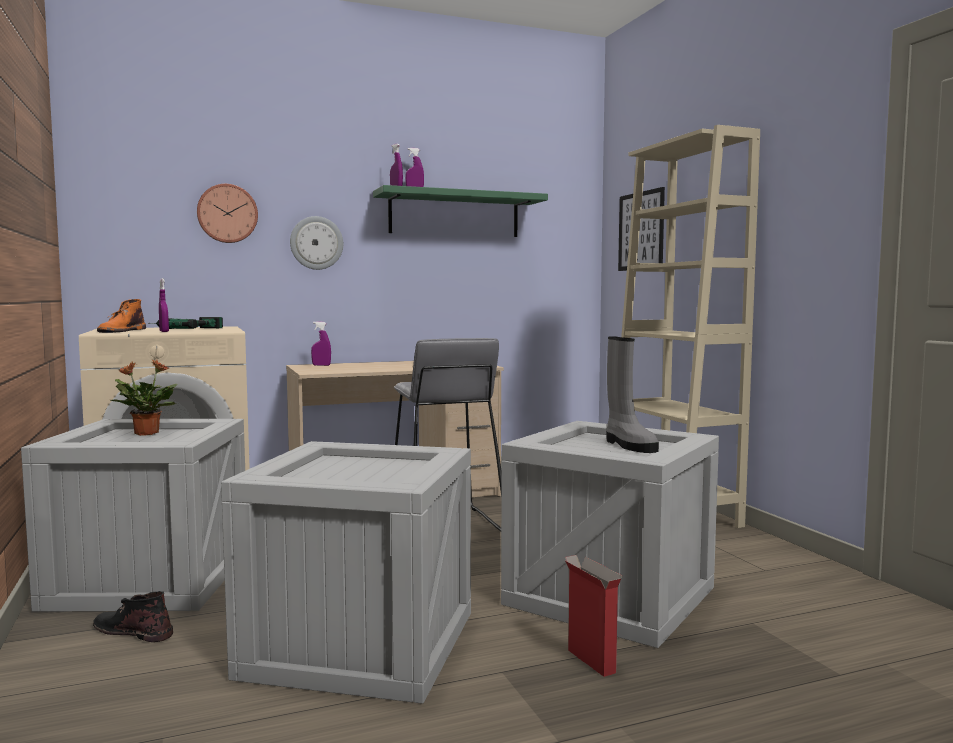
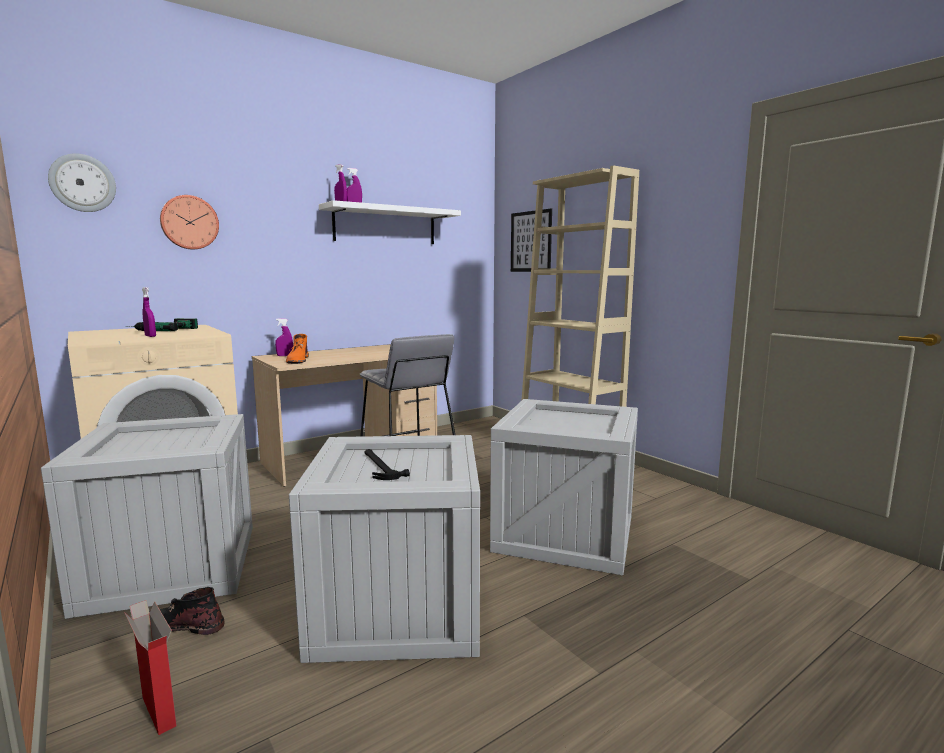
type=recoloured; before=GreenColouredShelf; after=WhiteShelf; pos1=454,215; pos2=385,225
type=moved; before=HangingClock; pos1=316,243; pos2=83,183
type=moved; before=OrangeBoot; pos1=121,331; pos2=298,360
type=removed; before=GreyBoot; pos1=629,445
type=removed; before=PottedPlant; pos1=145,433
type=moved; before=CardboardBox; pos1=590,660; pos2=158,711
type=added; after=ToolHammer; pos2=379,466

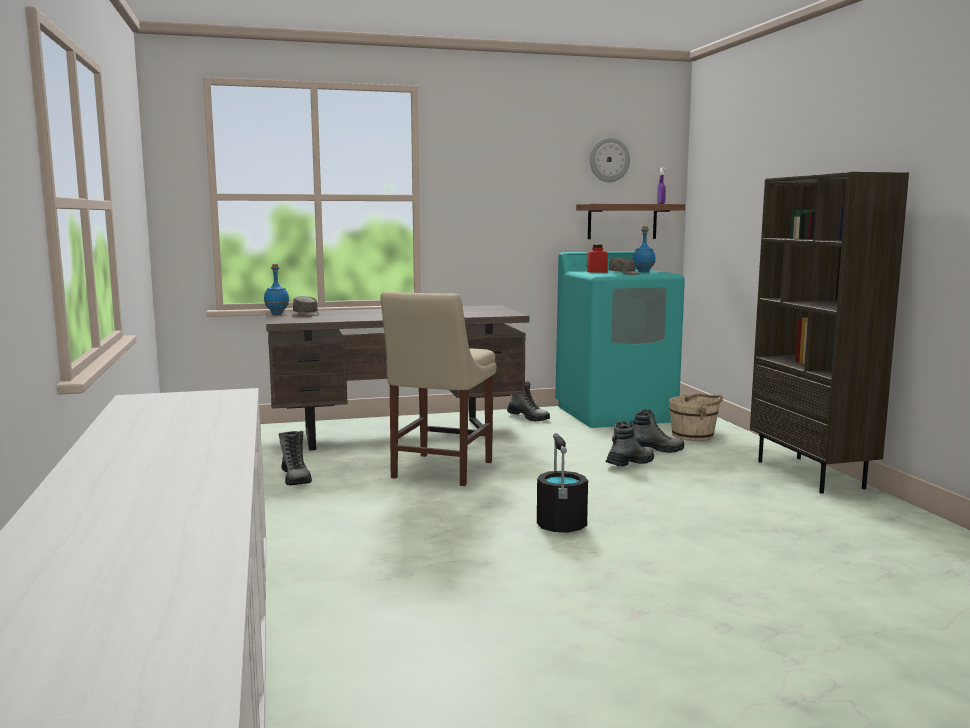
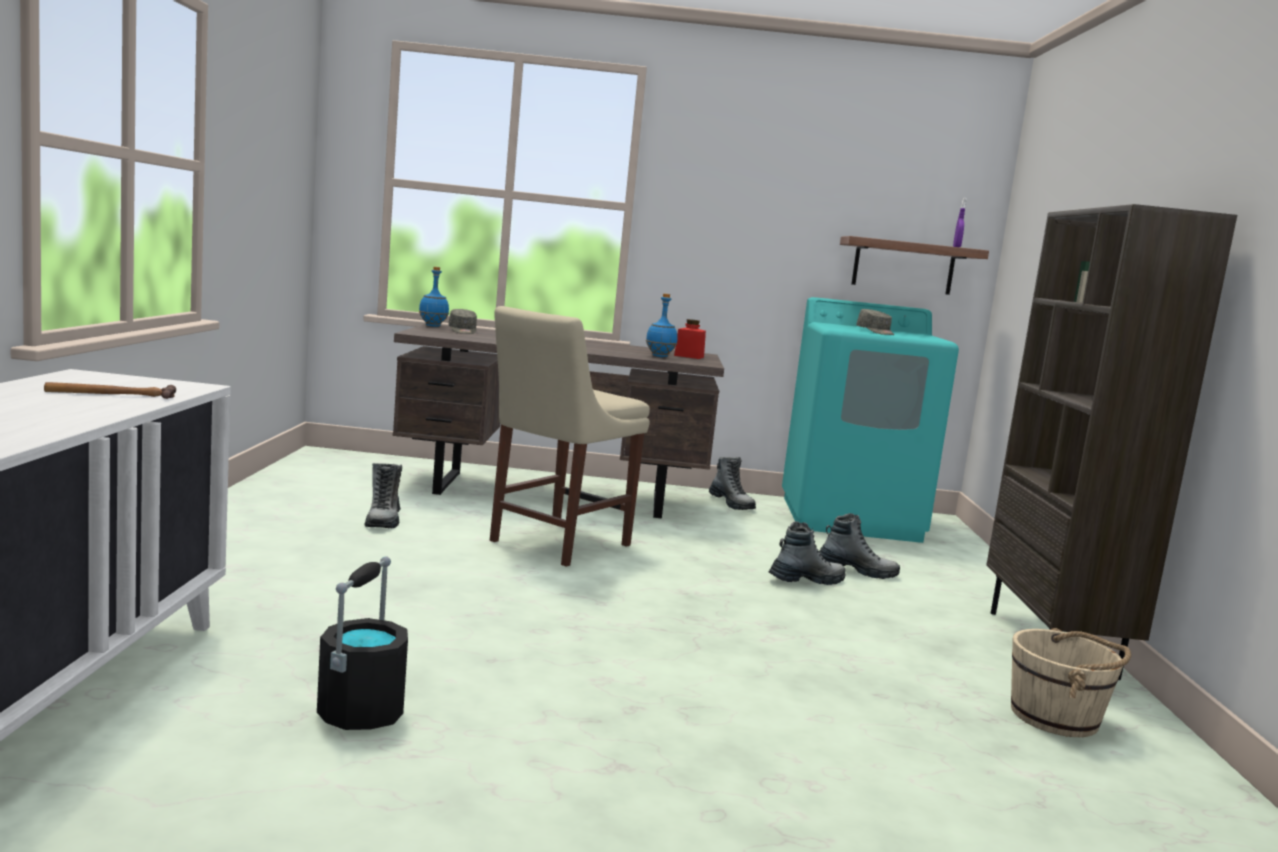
type=removed; before=HangingClock; pos1=609,160
type=moved; before=BlueBottle; pos1=643,272; pos2=659,356
type=moved; before=ReddishStorageJar; pos1=597,272; pos2=689,356
type=moved; before=SandColouredPail; pos1=693,435; pos2=1056,717
type=moved; before=BlackishPail; pos1=561,525; pos2=361,712
type=added; after=ToolHammer; pos2=111,394

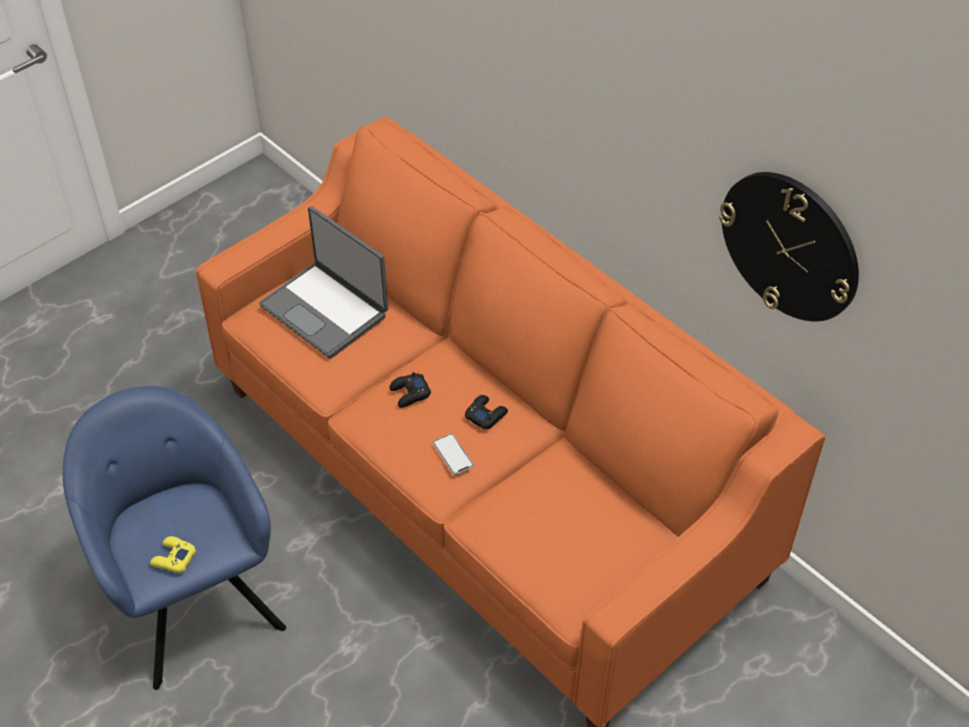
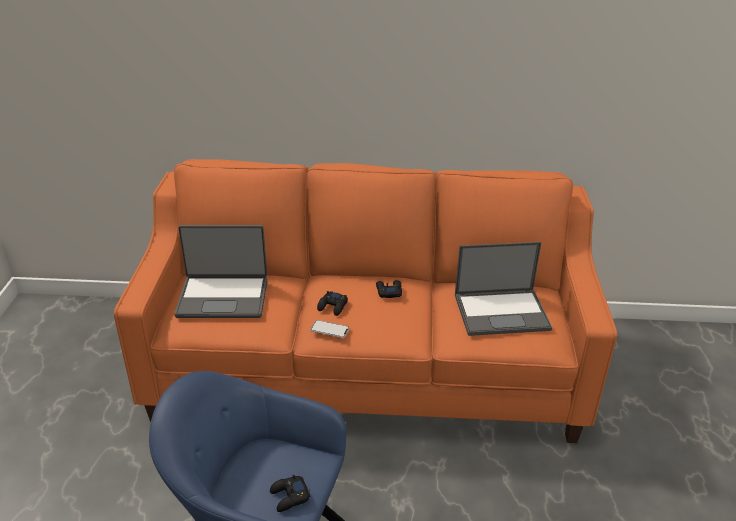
type=removed; before=HangingClock; pos1=790,246
type=moved; before=Phone; pos1=453,455; pos2=330,329
type=recoloured; before=YellowishGamepad; after=BlackishGamepad; pos1=173,558; pos2=289,497
type=added; after=NotebookComputer; pos2=502,312

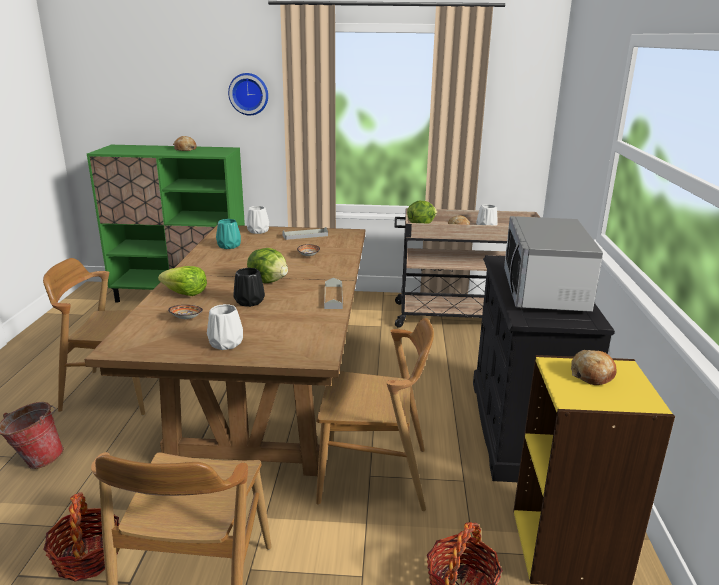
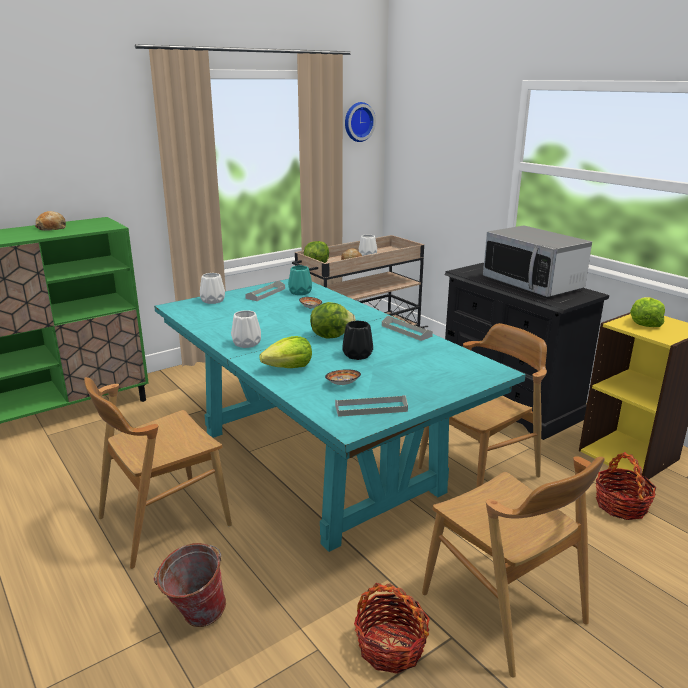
type=moved; before=HangingClock; pos1=249,94; pos2=358,122
type=moved; before=TurquoiseFlowerVase; pos1=229,246; pos2=300,292
type=recoloured; before=BrownColouredDinnerTable; after=TurquoiseDinnerTable; pos1=267,400; pos2=319,461
type=moved; before=WhiteFlowerVase; pos1=225,343; pos2=246,343
type=replaced; before=Bread; after=Lettuce; pos1=592,375; pos2=644,323
type=added; after=GreyCarryingTray; pos2=371,408

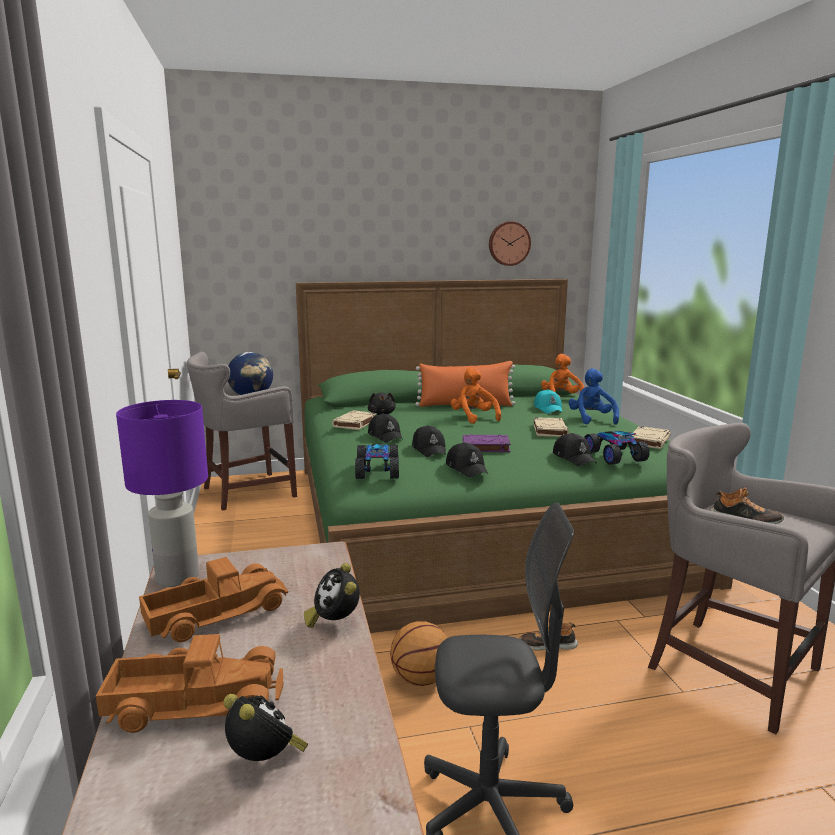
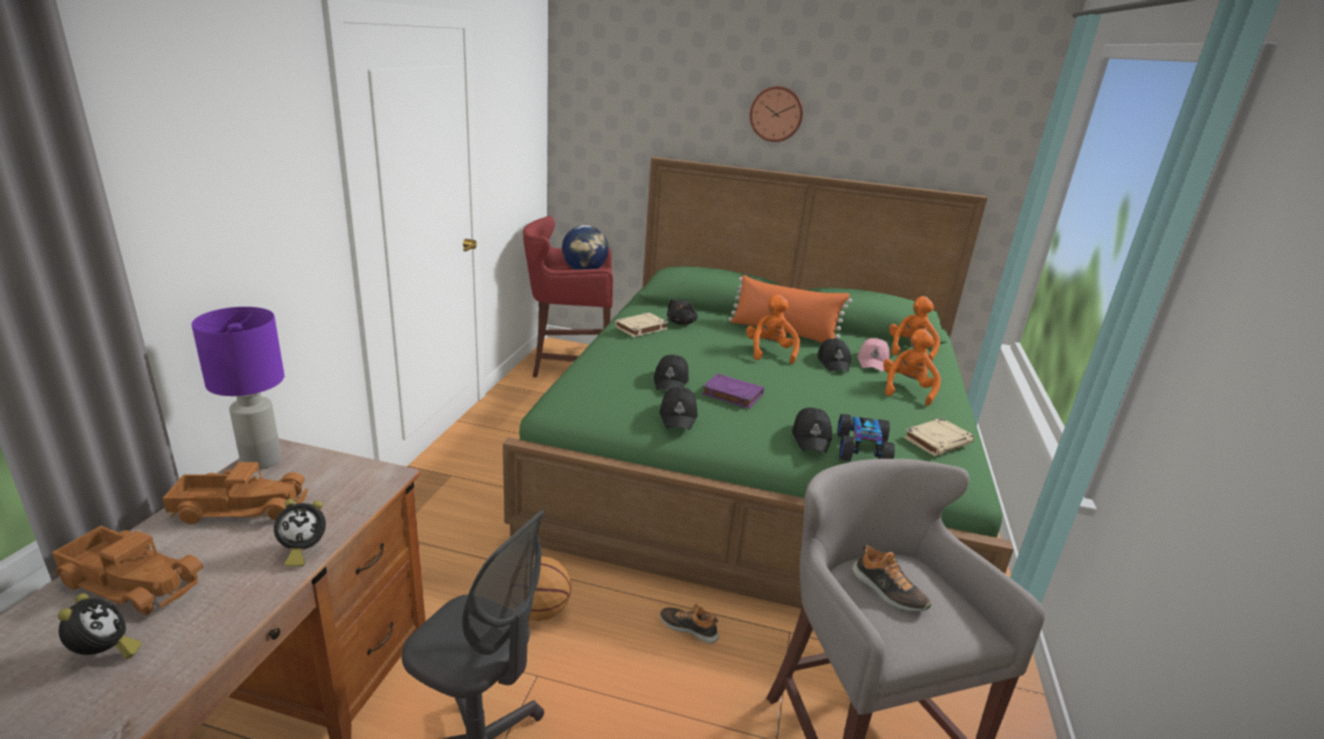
type=moved; before=HangingClock; pos1=508,243; pos2=776,114
type=recoloured; before=GreyStoolSeat; after=ReddishStoolSeat; pos1=246,492; pos2=568,363
type=recoloured; before=BluePlushToy; after=OrangePlushToy; pos1=591,419; pos2=907,390
type=recoloured; before=TurquoiseBaseballCap; after=PinkishBaseballCap; pos1=548,408; pos2=873,361
type=moved; before=BlackishBaseballCap; pos1=385,435; pos2=834,362
type=removed; before=SandColouredVolume; pos1=549,430
type=removed; before=MiniatureCar; pos1=378,471
type=turned; before=AlarmClock; pos1=334,622; pos2=302,551; turn=-120

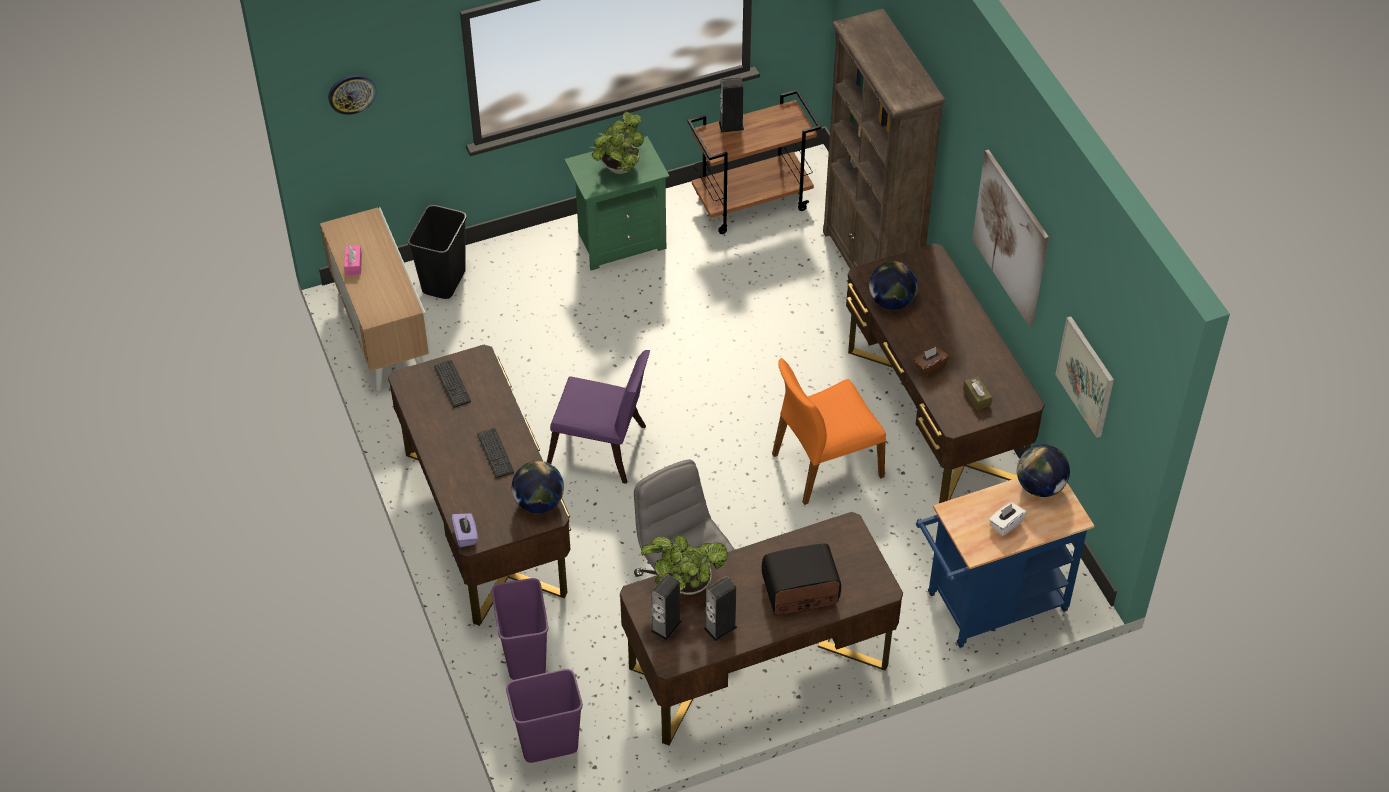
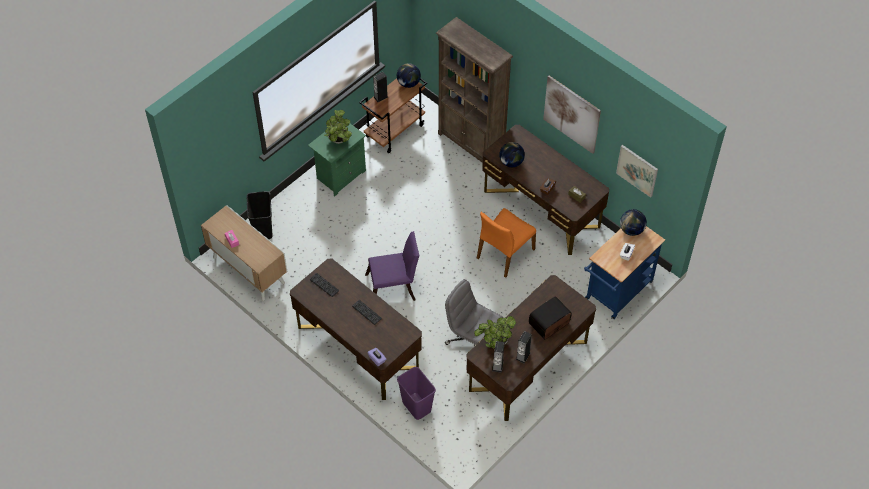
type=removed; before=HangingClock; pos1=351,93
type=moved; before=DeskGlobe; pos1=539,502; pos2=408,83
type=removed; before=PurpleColouredTrashCan; pos1=549,743

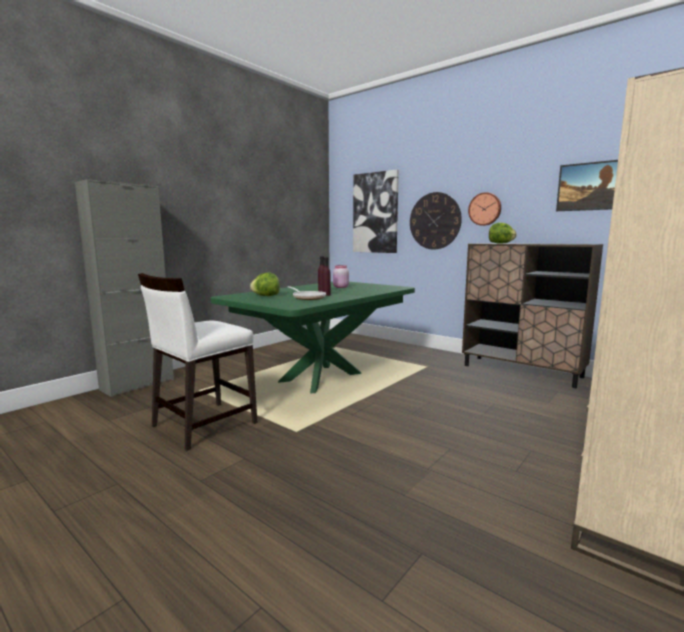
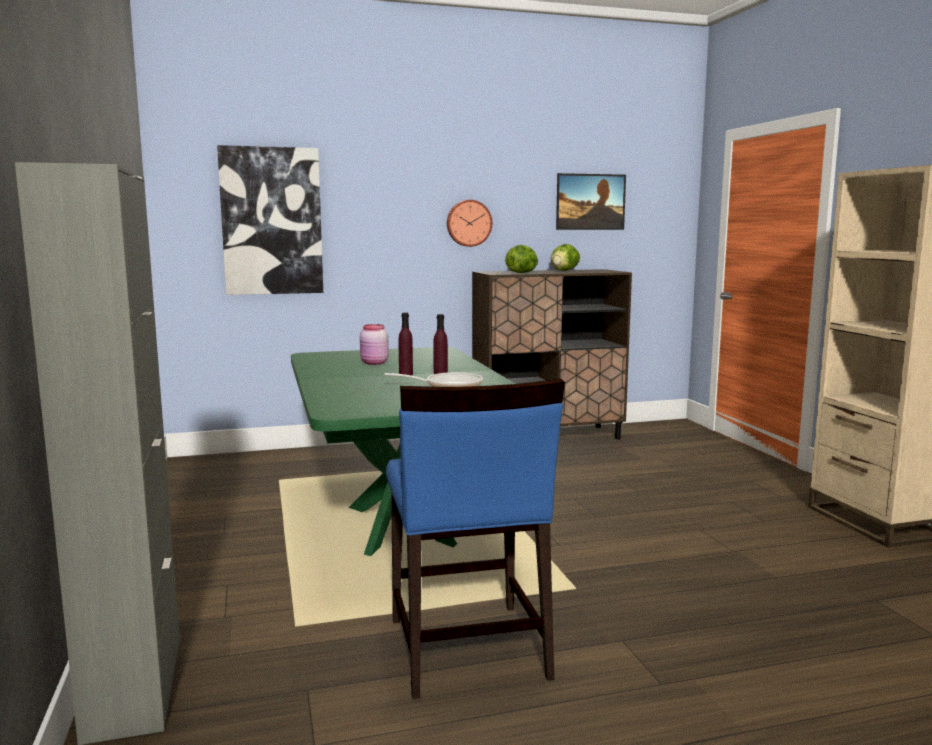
type=removed; before=HangingClock; pos1=435,221
type=recoloured; before=WhitePlainChair; after=BluePlainChair; pos1=203,424; pos2=466,649
type=moved; before=Lettuce; pos1=266,296; pos2=564,270

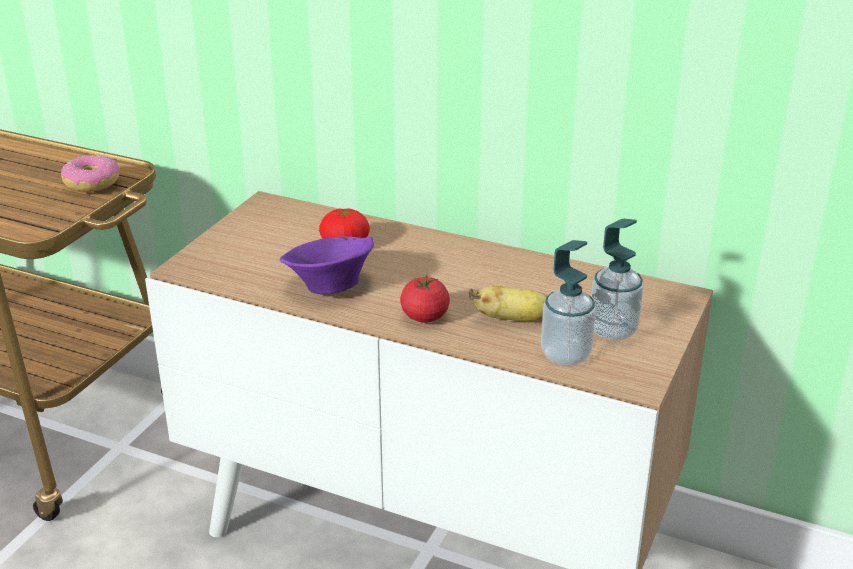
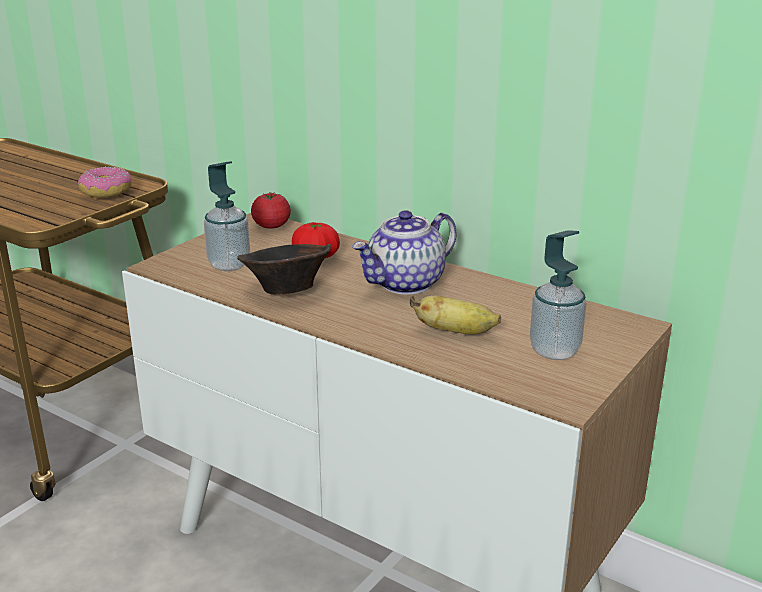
type=recoloured; before=PurpleColouredServingBowl; after=BrownColouredServingBowl; pos1=329,287; pos2=285,291
type=moved; before=SoapDispenser; pos1=565,355; pos2=229,265
type=moved; before=Tomato; pos1=425,317; pos2=271,226
type=added; after=PotForTea; pos2=406,284

